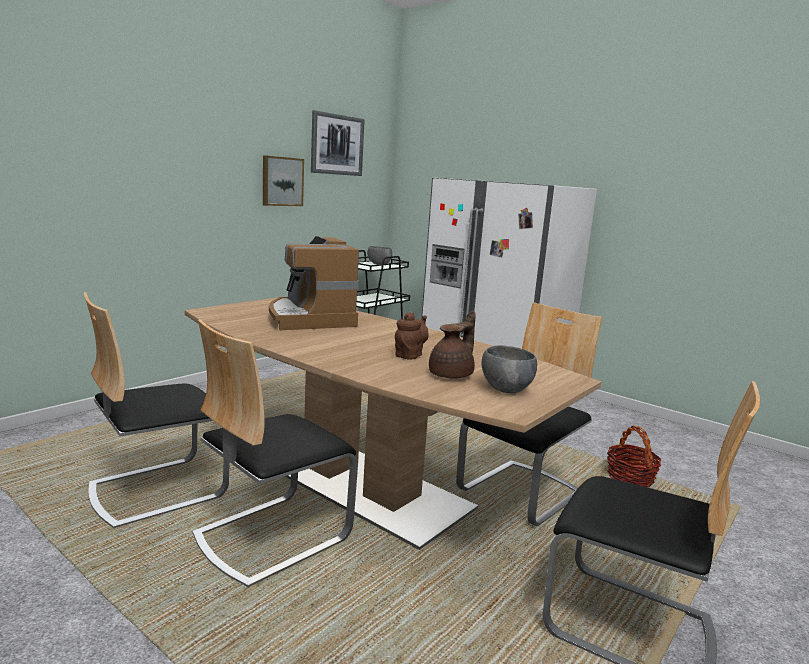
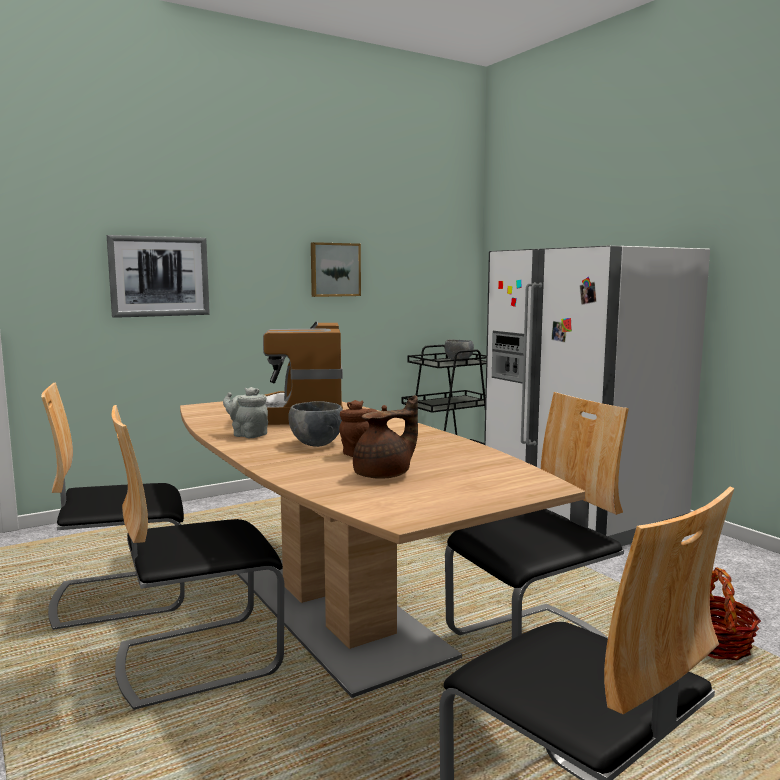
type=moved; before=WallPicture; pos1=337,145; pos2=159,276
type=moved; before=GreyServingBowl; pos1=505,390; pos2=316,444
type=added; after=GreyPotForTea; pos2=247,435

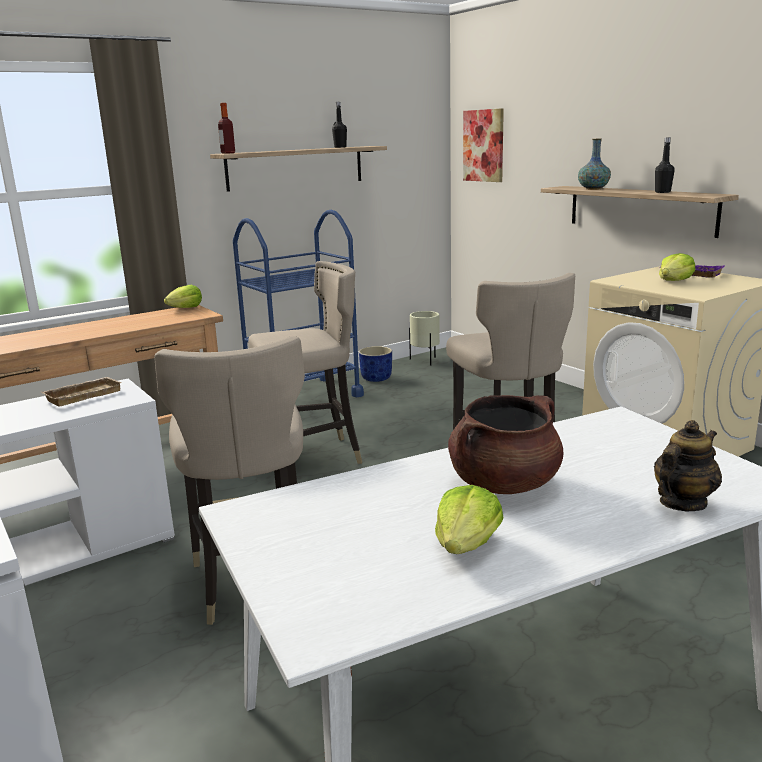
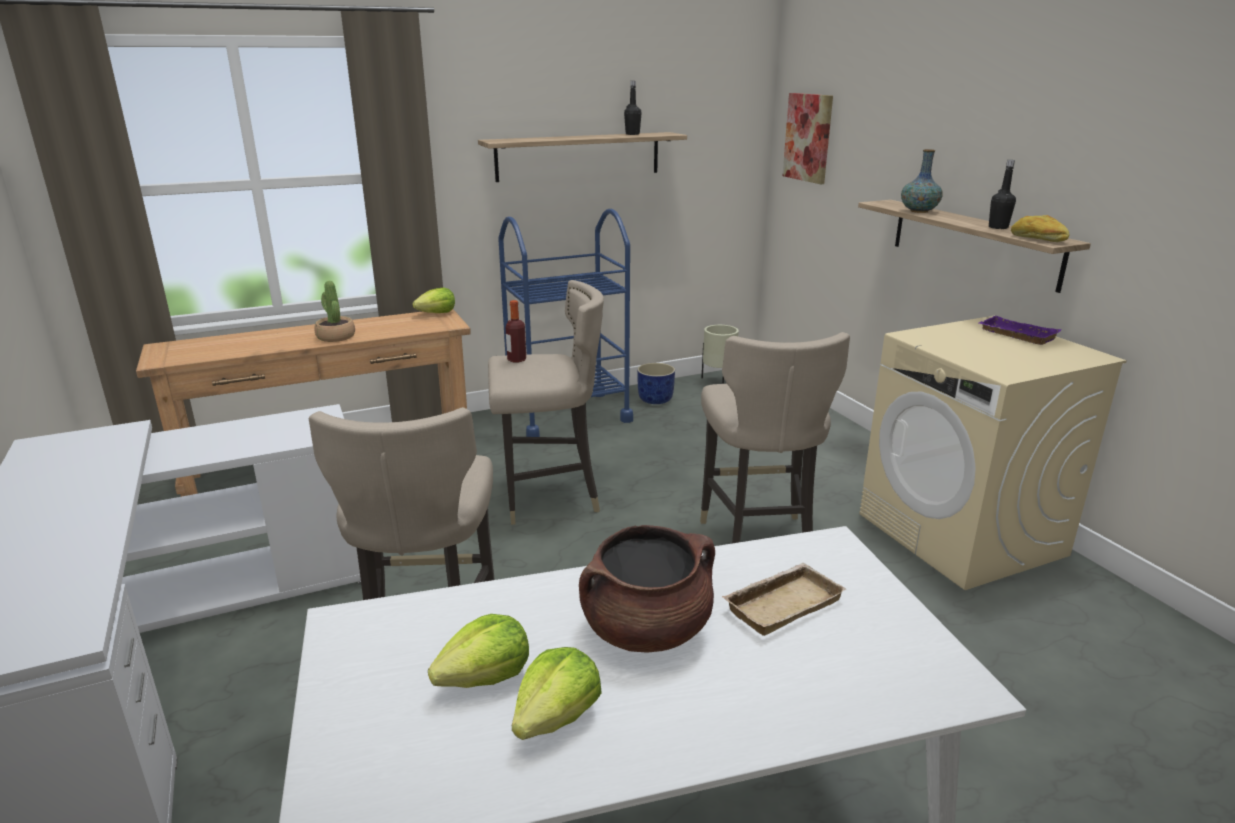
type=moved; before=Bottle; pos1=228,153; pos2=516,359
type=moved; before=Lettuce; pos1=674,281; pos2=486,677
type=moved; before=SandColouredCarryingTray; pos1=83,395; pos2=782,603
type=removed; before=PotForTea; pos1=682,502
type=added; after=Bread; pos2=1038,239
type=added; after=PottedPlant; pos2=335,337

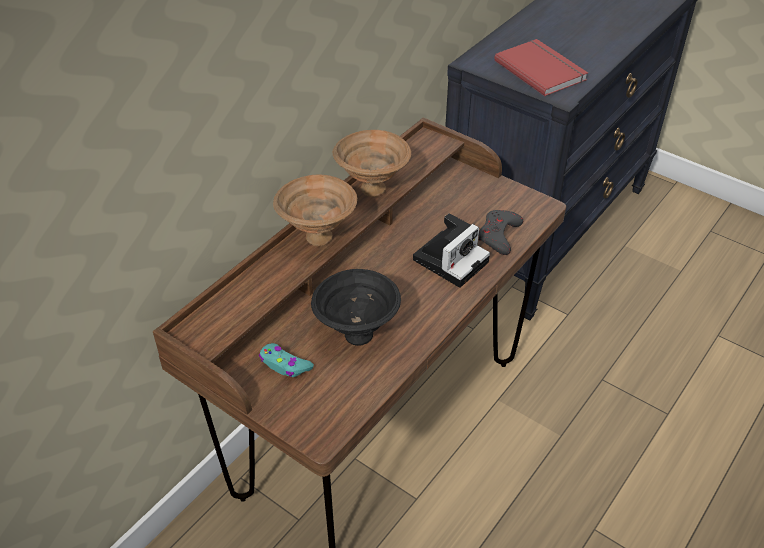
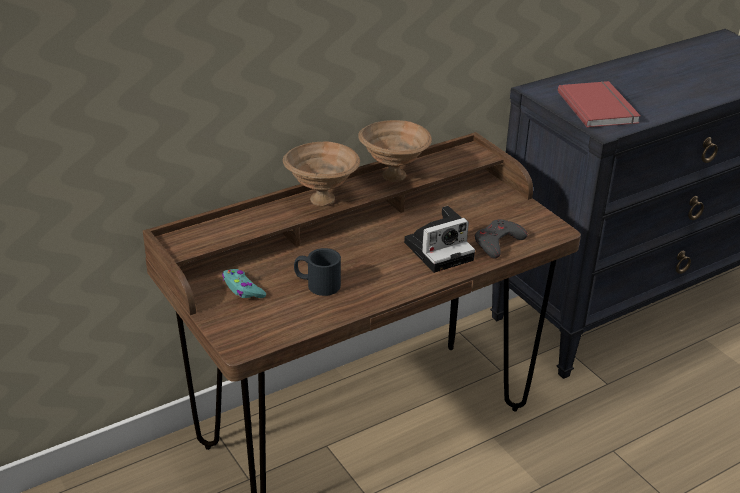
type=replaced; before=BlackishServingBowl; after=BlackishCoffeeMug; pos1=356,336; pos2=317,284

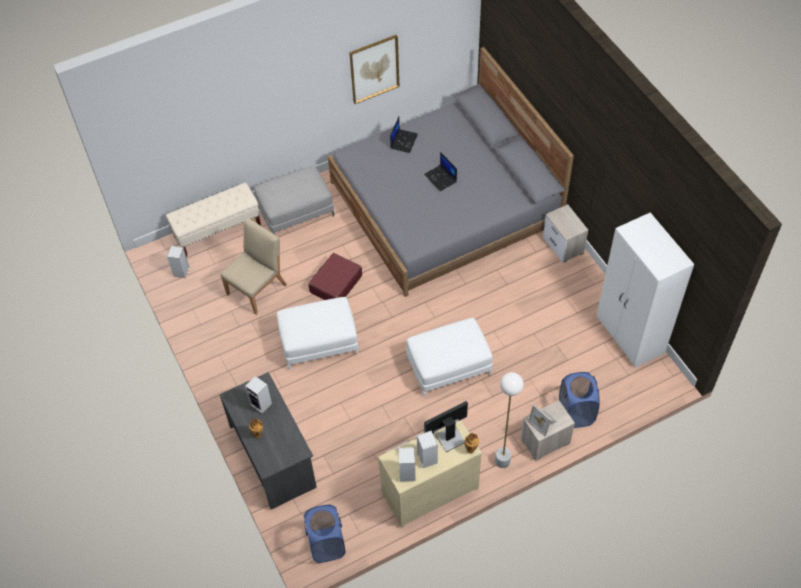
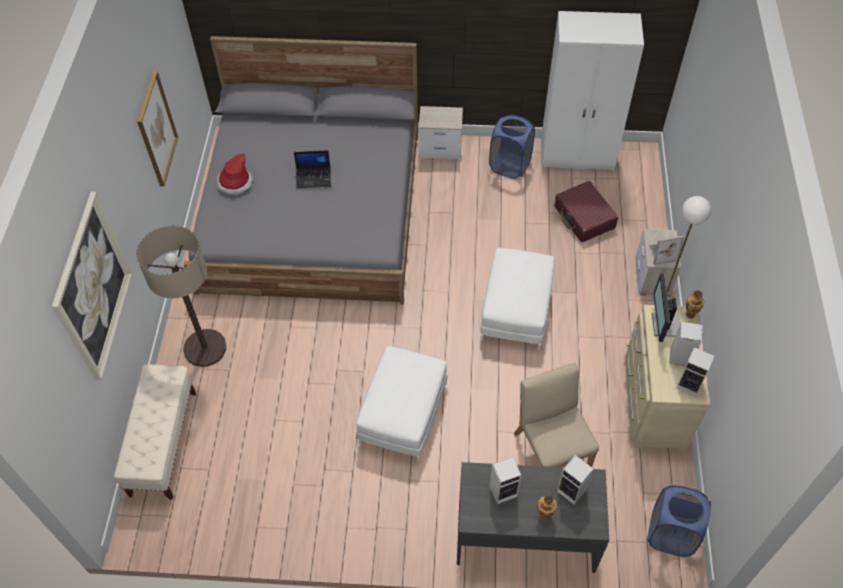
type=replaced; before=NotebookComputer; after=WearableHat; pos1=403,141; pos2=235,183
type=replaced; before=GreyFootrest; after=StandingLamp; pos1=295,211; pos2=205,348
type=moved; before=SandColouredPlainChair; pos1=257,289; pos2=551,449
type=moved; before=Speaker; pos1=181,272; pos2=572,491
type=moved; before=ReddishPieceOfLuggage; pos1=335,284; pos2=584,218
type=moved; before=BlueLaundryBasket; pos1=575,413; pos2=509,165
type=added; after=WallPicture; pos2=93,287

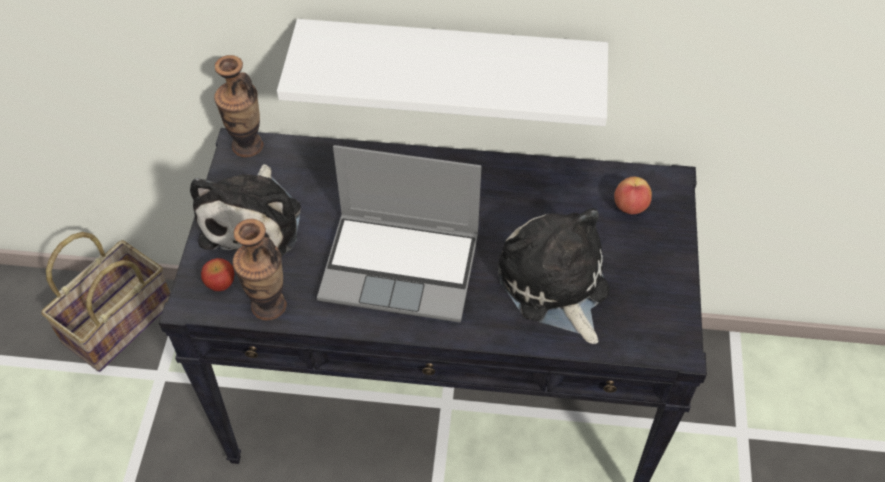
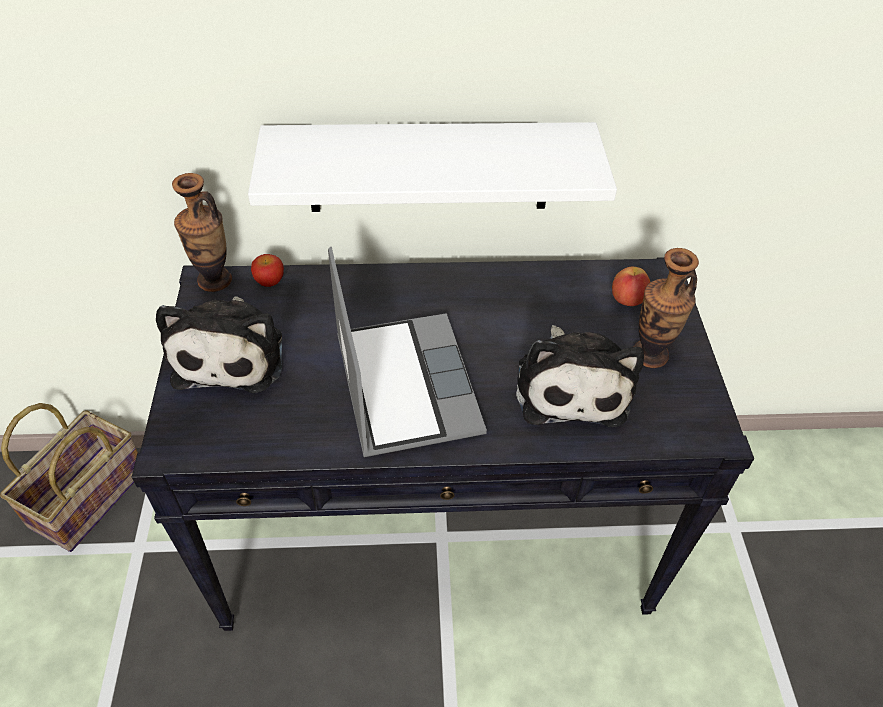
type=turned; before=NotebookComputer; pos1=402,266; pos2=404,384; turn=-105
type=turned; before=PlushToy; pos1=555,286; pos2=571,385; turn=-150
type=moved; before=FlowerVase; pos1=268,305; pos2=650,354
type=moved; before=AppleFruit; pos1=221,284; pos2=269,281

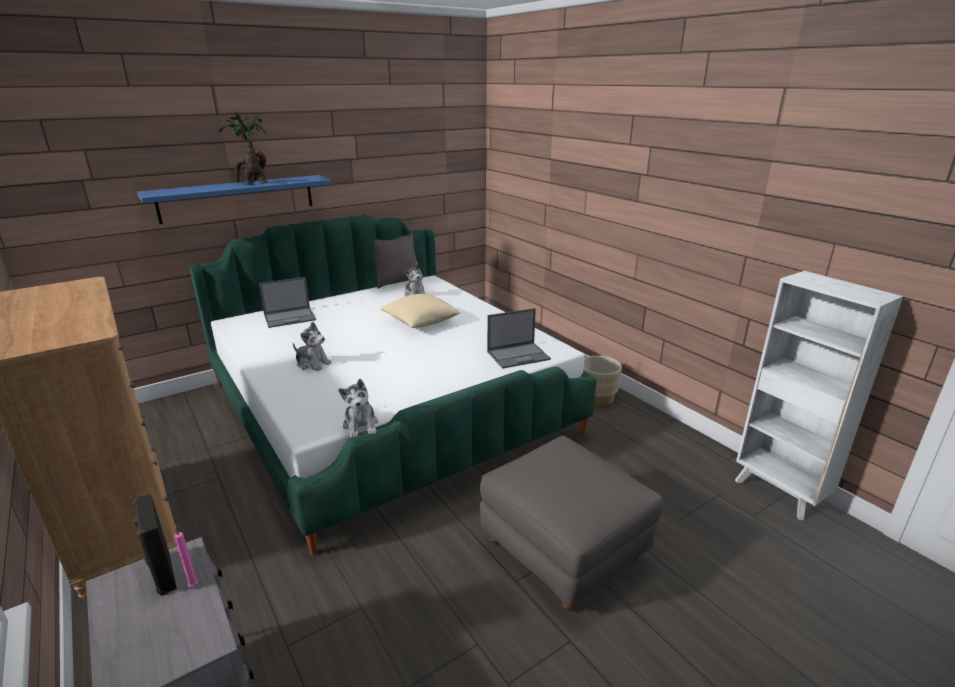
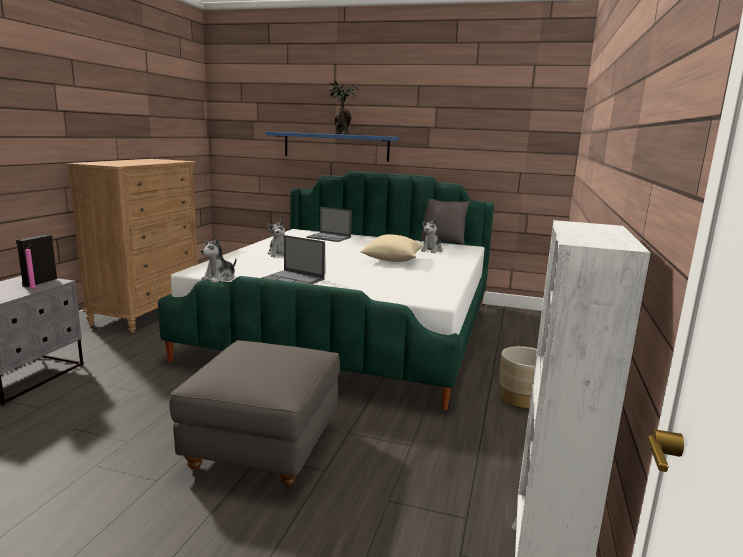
type=moved; before=NotebookComputer; pos1=519,355; pos2=294,279

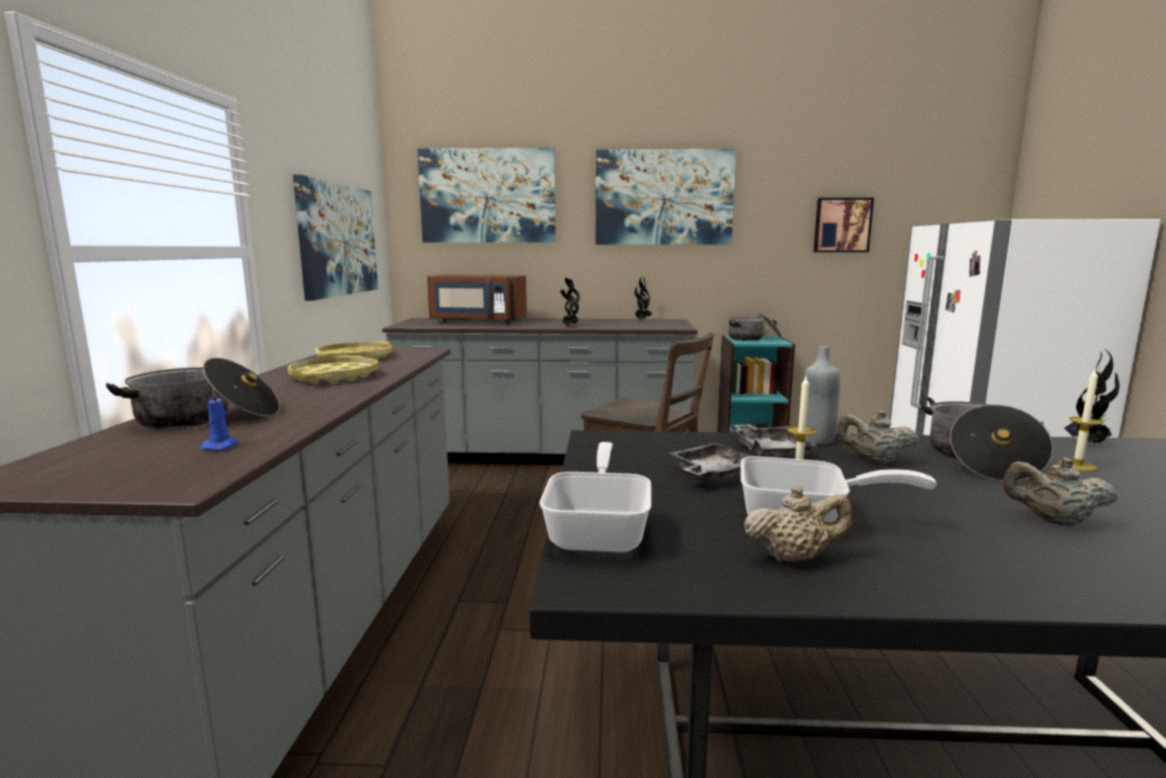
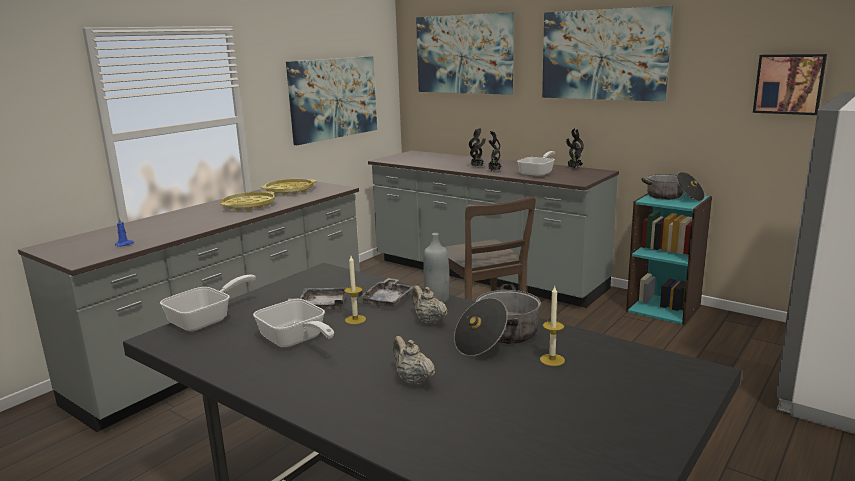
type=removed; before=BrownColouredMicrowaveOven; pos1=477,321
type=moved; before=PottedPlant; pos1=1088,444; pos2=477,167
type=removed; before=Saucepot; pos1=206,418
type=removed; before=SandColouredPotForTea; pos1=794,557
type=added; after=FryingPan; pos2=538,173

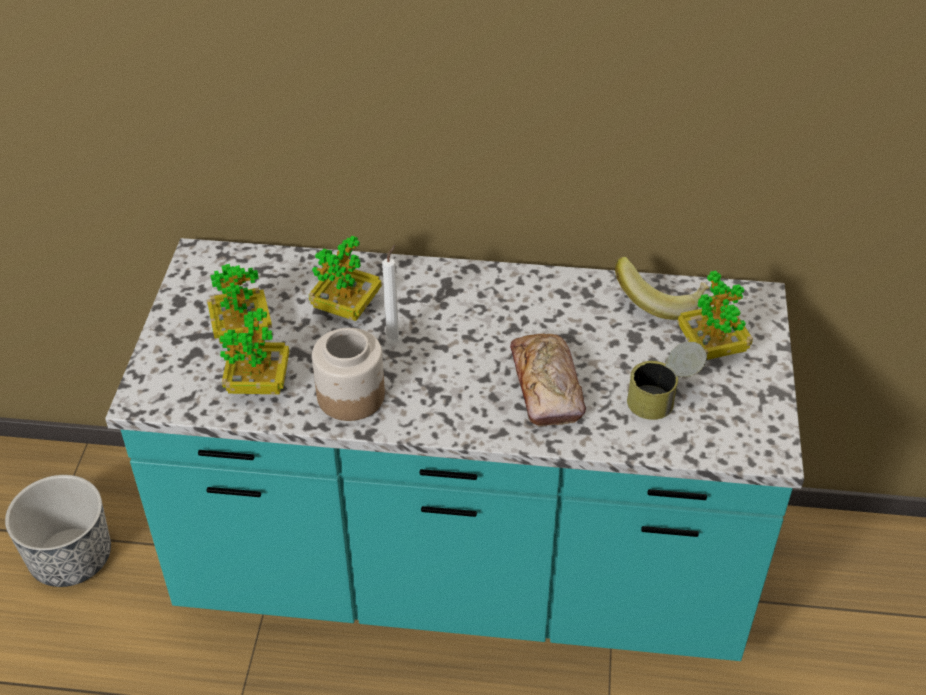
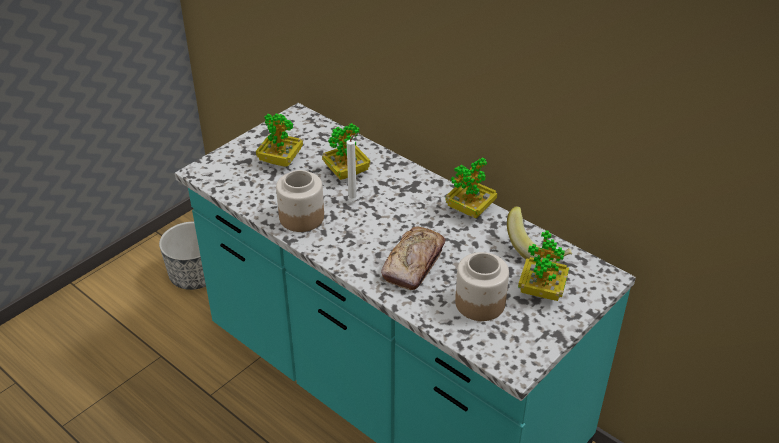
type=moved; before=PottedPlant; pos1=259,383; pos2=470,209
type=replaced; before=Can; after=StorageJar; pos1=663,398; pos2=479,303

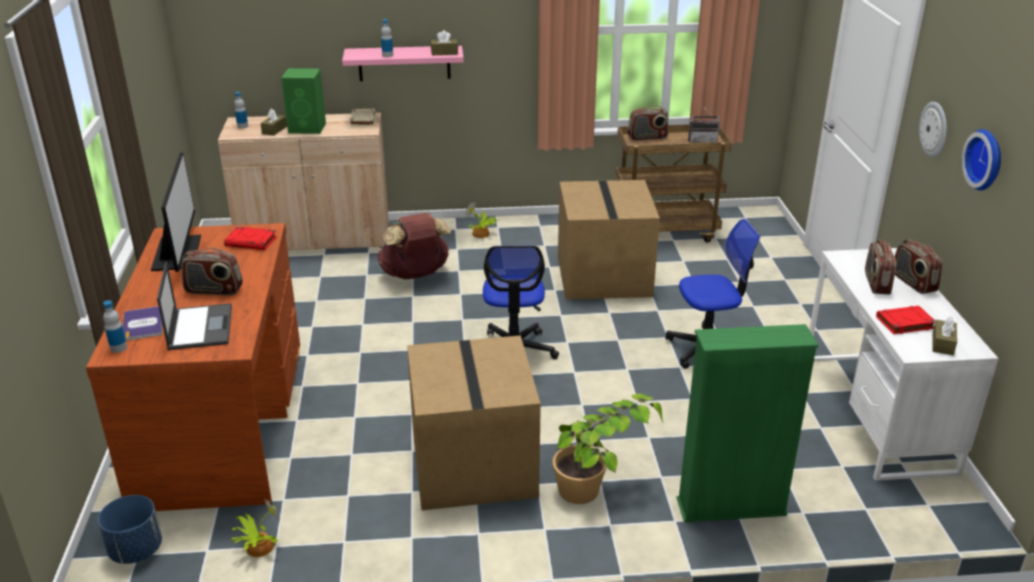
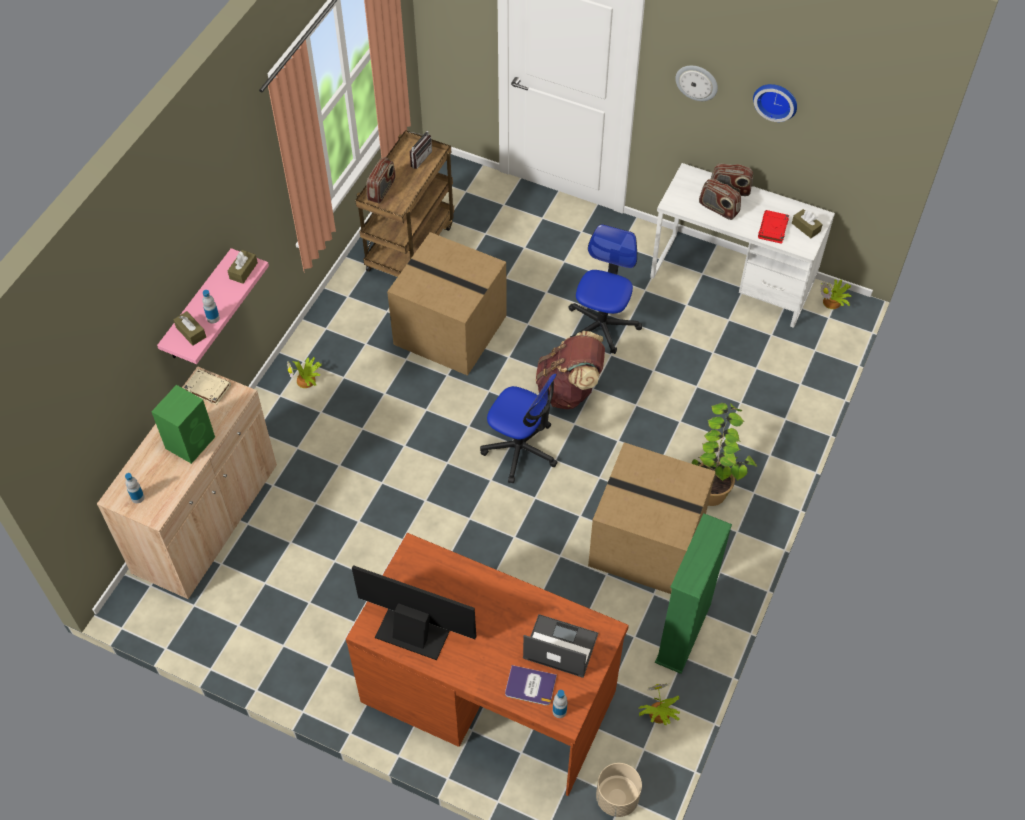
type=moved; before=BrownColouredBoxOfTissues; pos1=274,130; pos2=191,332
type=moved; before=BrownColouredBackpack; pos1=415,275; pos2=569,389
type=removed; before=ReddishVolume; pos1=251,242
type=removed; before=RadioReceiver; pos1=214,290
type=moved; before=GreenColouredBookcase; pos1=731,507; pos2=683,633
type=recoloured; before=BluePlantPot; after=SandColouredPlantPot; pos1=135,550; pos2=616,798
type=added; after=PottedPlant; pos2=833,302

